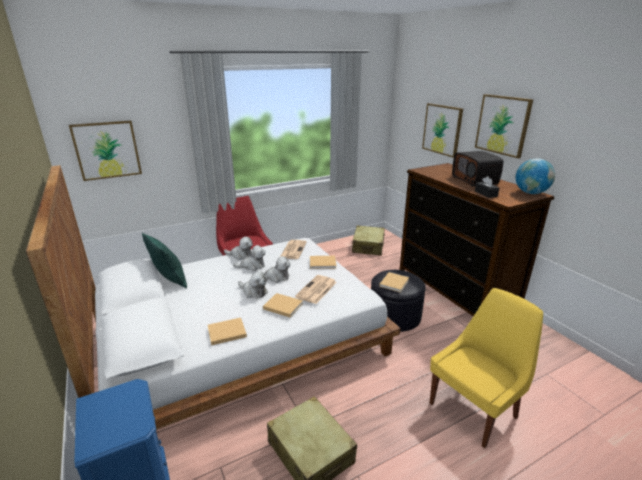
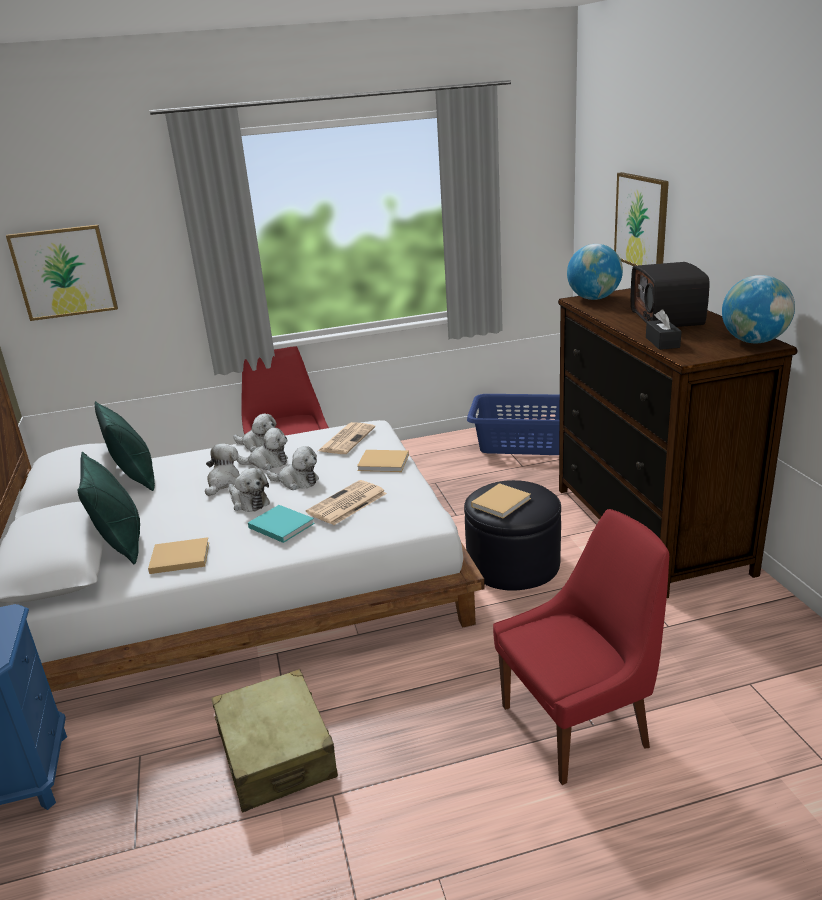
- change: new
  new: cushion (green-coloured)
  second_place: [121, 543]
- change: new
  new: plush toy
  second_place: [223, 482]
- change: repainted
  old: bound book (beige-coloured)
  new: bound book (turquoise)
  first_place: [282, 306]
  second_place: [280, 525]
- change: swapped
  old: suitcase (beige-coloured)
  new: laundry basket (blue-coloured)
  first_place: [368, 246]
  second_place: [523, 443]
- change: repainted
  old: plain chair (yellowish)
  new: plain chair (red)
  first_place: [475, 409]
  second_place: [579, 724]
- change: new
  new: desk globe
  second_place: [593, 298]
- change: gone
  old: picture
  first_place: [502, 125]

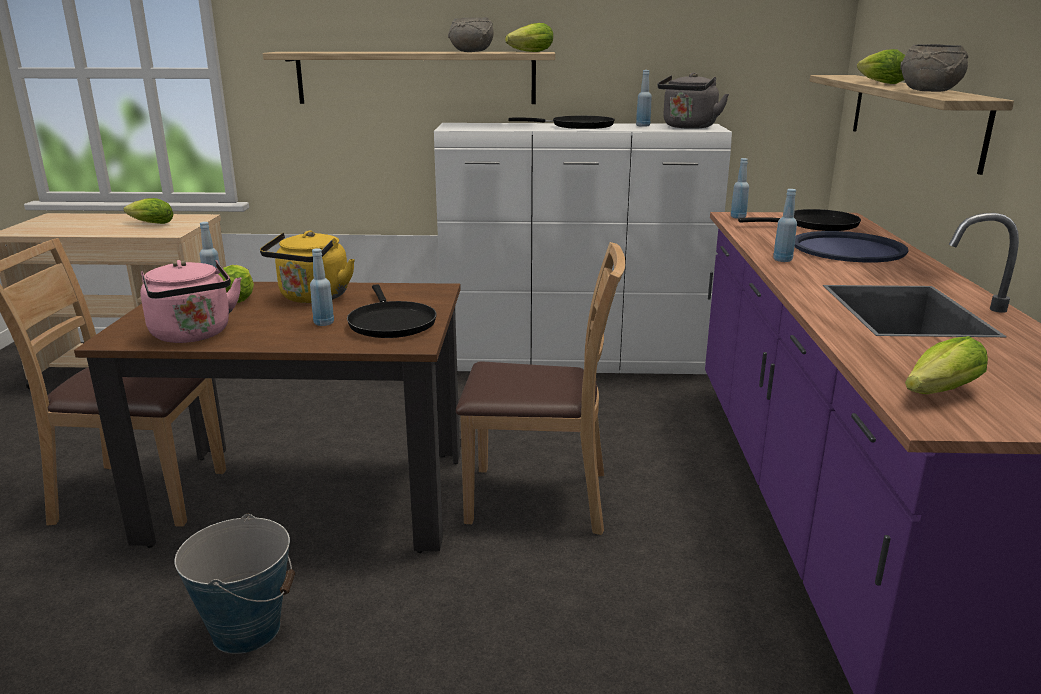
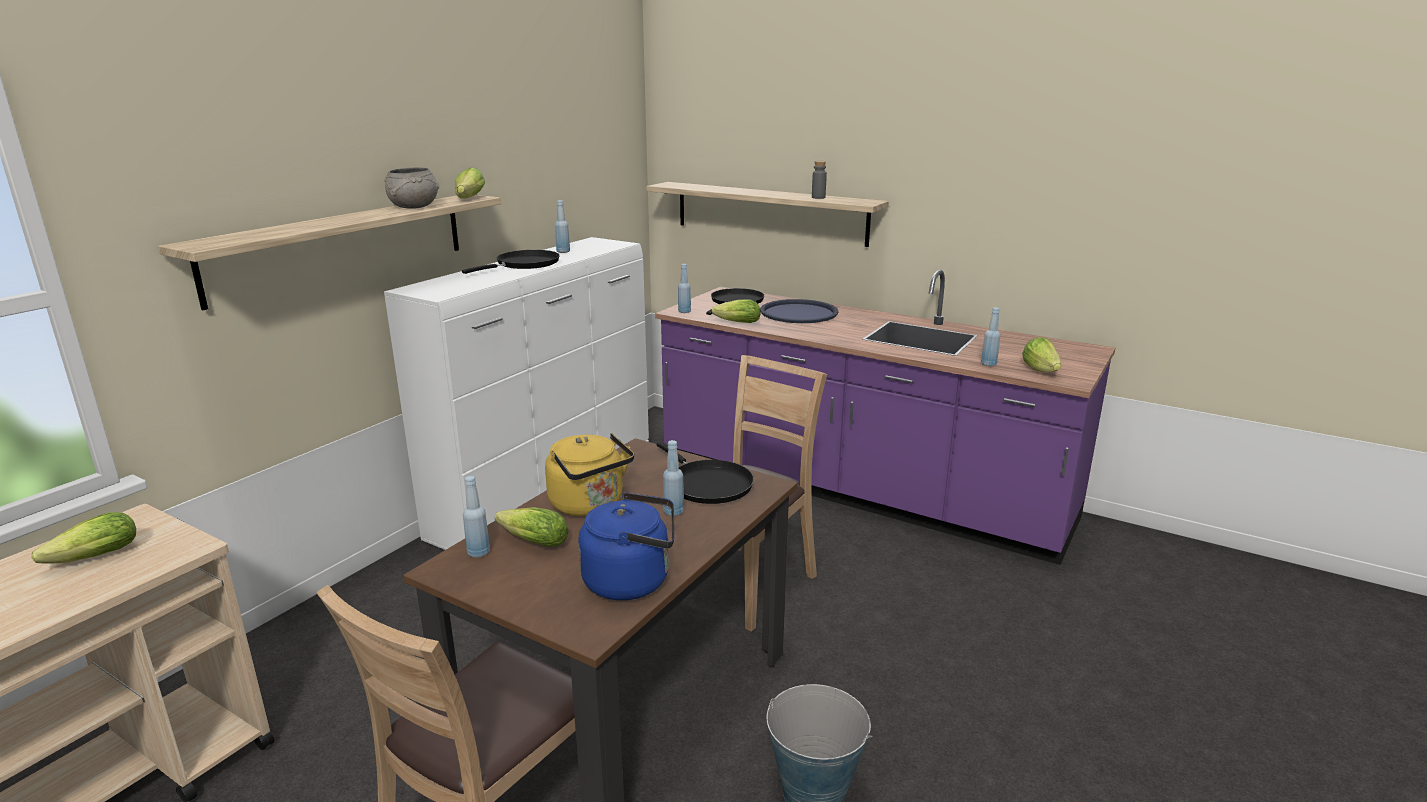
- change: repainted
  old: kettle (pink-coloured)
  new: kettle (blue-coloured)
  first_place: [193, 335]
  second_place: [632, 581]
- change: rotated
  old: skillet (black-coloured)
  first_place: [391, 323]
  second_place: [707, 484]
  degrees: 45
- change: shifted
  old: lettuce head
  first_place: [878, 83]
  second_place: [735, 323]
- change: swapped
  old: deep dish (gray)
  new: bottle (gray)
  first_place: [929, 91]
  second_place: [818, 197]
- change: shifted
  old: bottle (blue-coloured)
  first_place: [782, 260]
  second_place: [988, 364]
- change: gone
  old: kettle (gray)
  first_place: [688, 127]

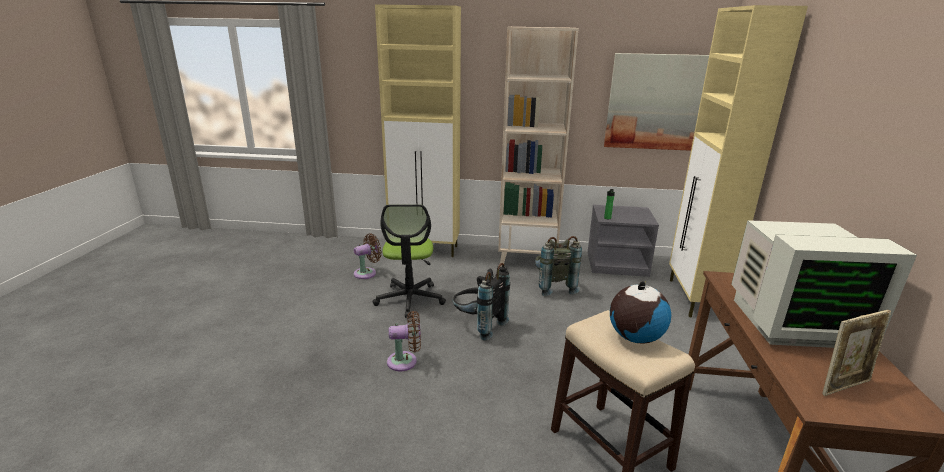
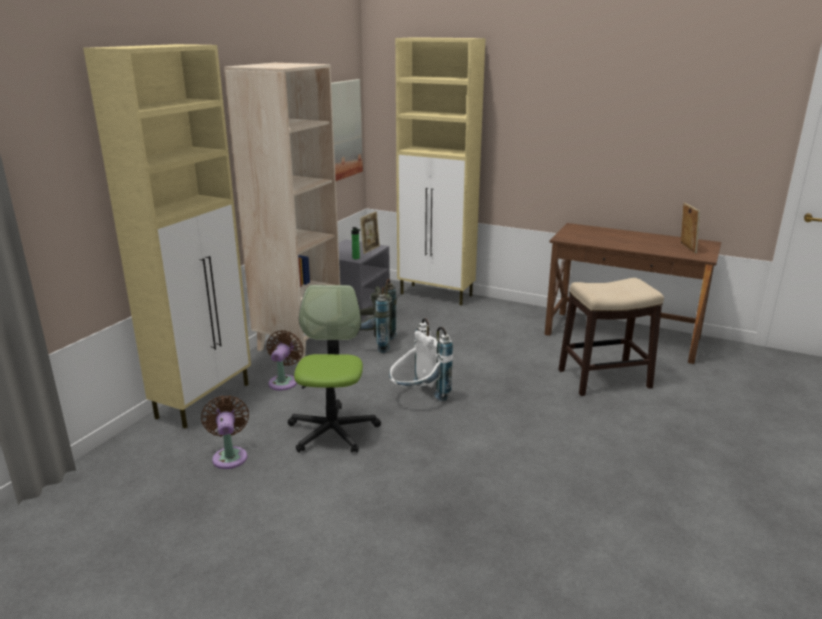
- change: shifted
  old: cooling fan (brown-coloured)
  first_place: [405, 361]
  second_place: [284, 381]
- change: rotated
  old: computer chair
  first_place: [410, 299]
  second_place: [332, 431]
  degrees: -105
- change: new
  new: picture frame
  second_place: [370, 249]
- change: repainted
  old: knapsack (black-coloured)
  new: knapsack (white-coloured)
  first_place: [478, 326]
  second_place: [418, 398]
- change: gone
  old: desk globe
  first_place: [634, 337]
- change: gone
  old: monitor
  first_place: [791, 322]

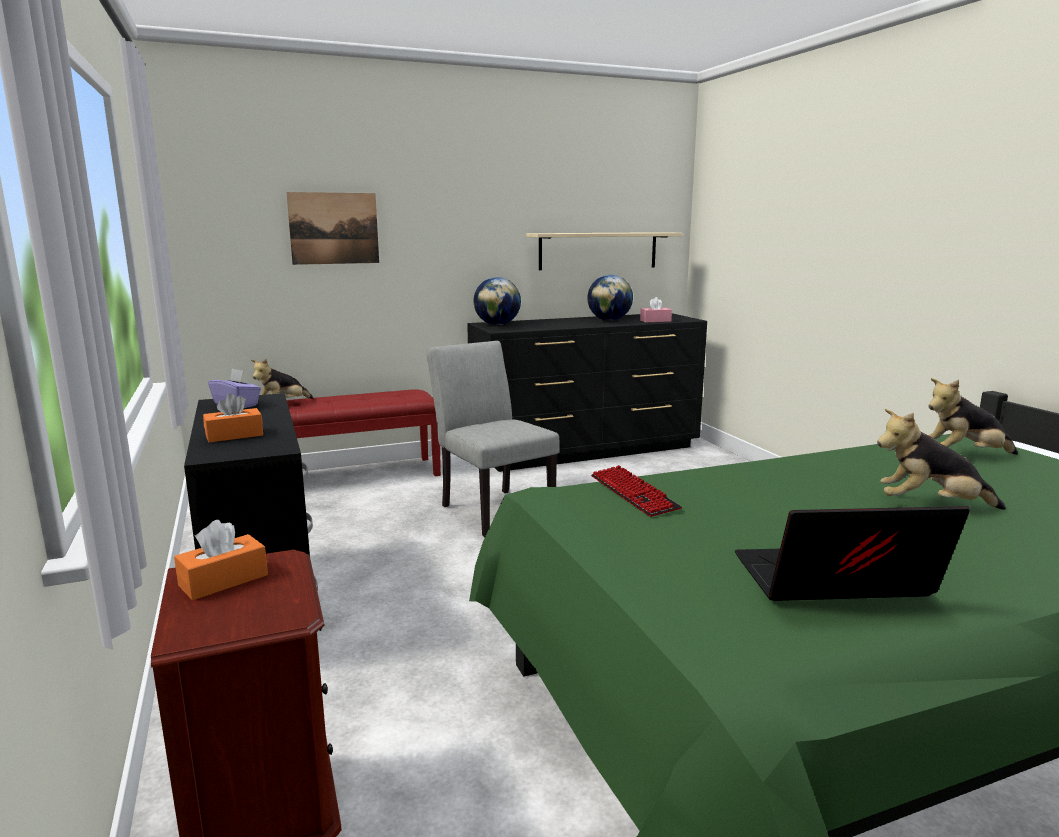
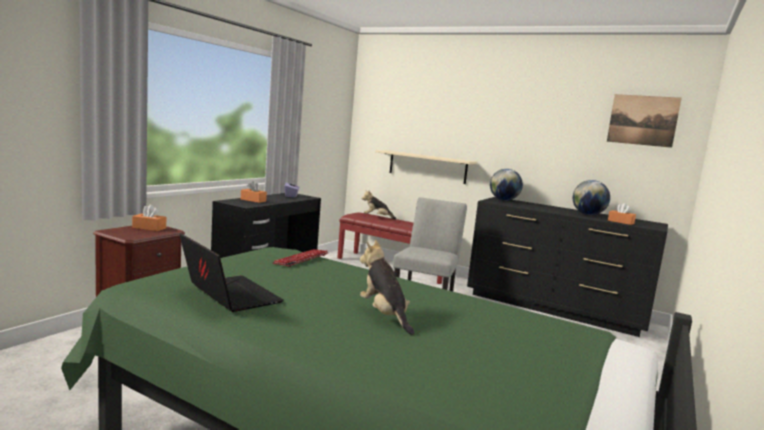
- change: shifted
  old: shelf (beige-coloured)
  first_place: [598, 250]
  second_place: [427, 167]
- change: shifted
  old: picture
  first_place: [334, 228]
  second_place: [642, 120]
- change: repainted
  old: tissue holder (pink-coloured)
  new: tissue holder (orange-coloured)
  first_place: [655, 321]
  second_place: [620, 222]
- change: gone
  old: plush toy
  first_place: [964, 456]

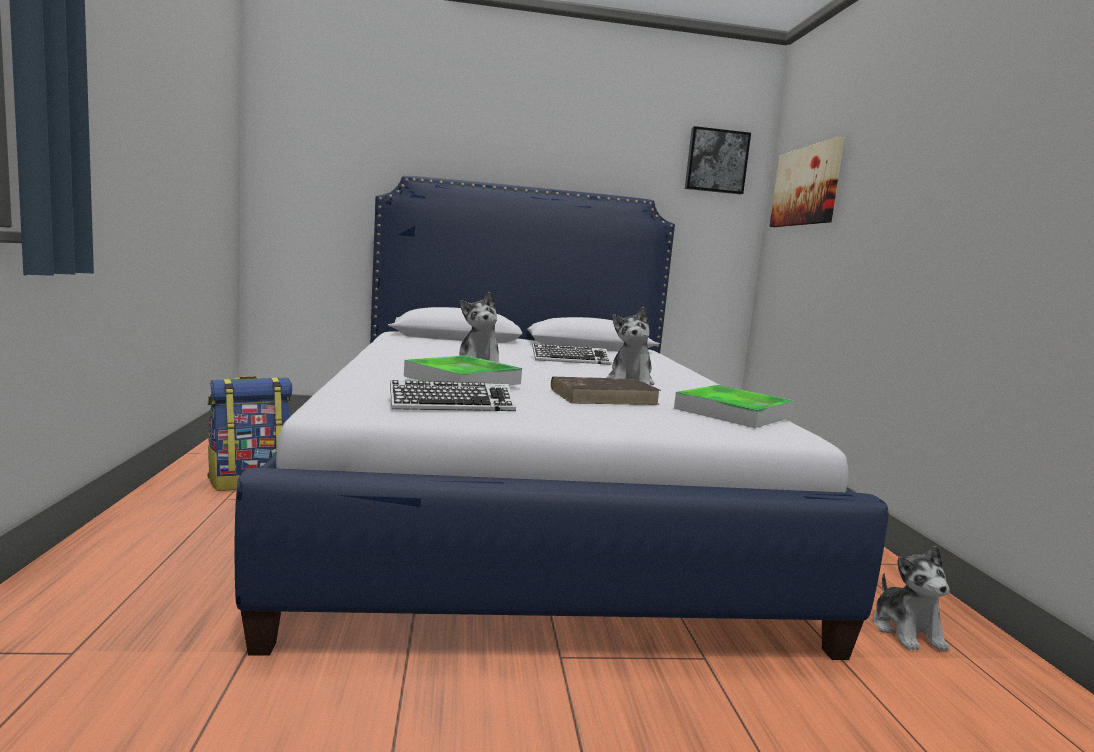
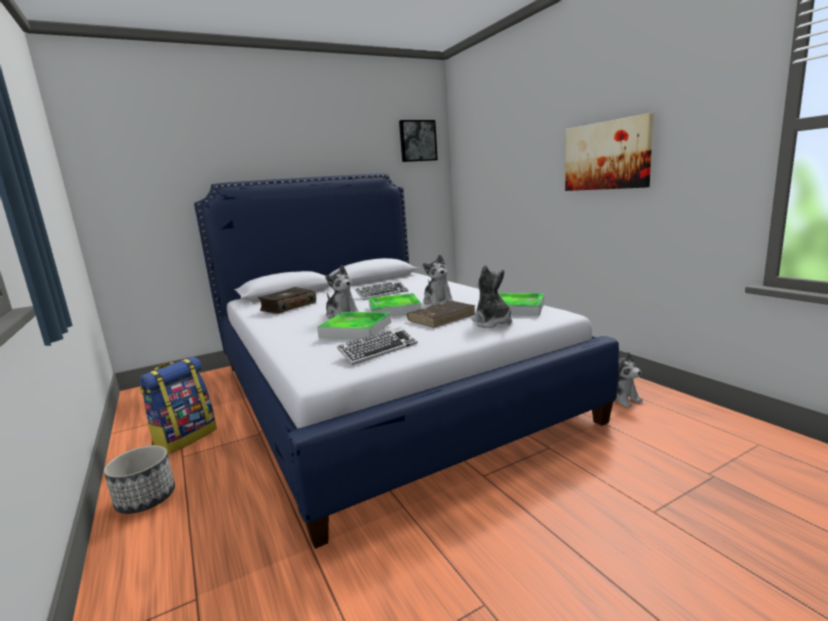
- change: new
  new: plant pot
  second_place: [145, 499]
- change: new
  new: bound book
  second_place: [287, 307]
- change: new
  new: tray
  second_place: [394, 309]
- change: new
  new: plush toy
  second_place: [492, 323]
- change: shifted
  old: picture
  first_place: [806, 186]
  second_place: [606, 156]

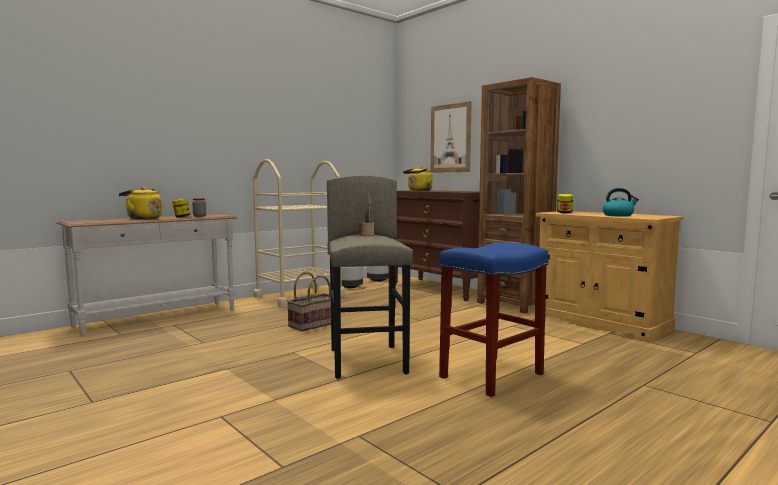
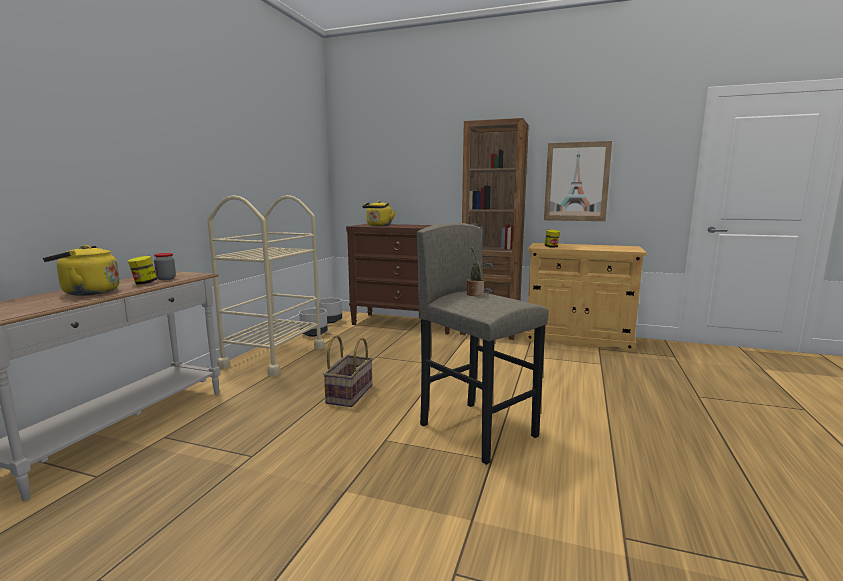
- change: shifted
  old: picture
  first_place: [450, 138]
  second_place: [576, 182]
- change: gone
  old: stool seat (blue-coloured)
  first_place: [492, 375]
- change: gone
  old: kettle
  first_place: [618, 215]

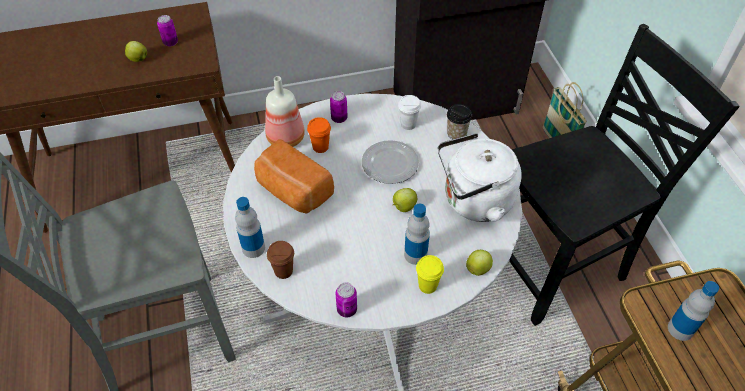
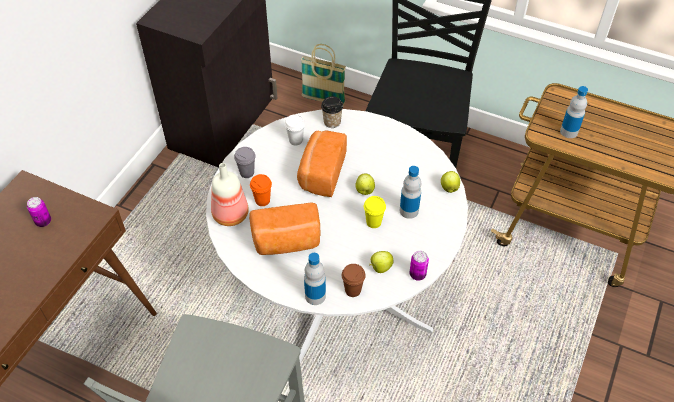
- change: swapped
  old: can
  new: cup (gray)
  first_place: [339, 118]
  second_place: [247, 173]
- change: swapped
  old: flat dish
  new: bakery bread
  first_place: [390, 164]
  second_place: [321, 173]
- change: shifted
  old: cup (yellowish)
  first_place: [427, 285]
  second_place: [373, 222]
- change: shifted
  old: whole apple
  first_place: [138, 59]
  second_place: [380, 268]
- change: gone
  old: kettle (white-coloured)
  first_place: [474, 201]

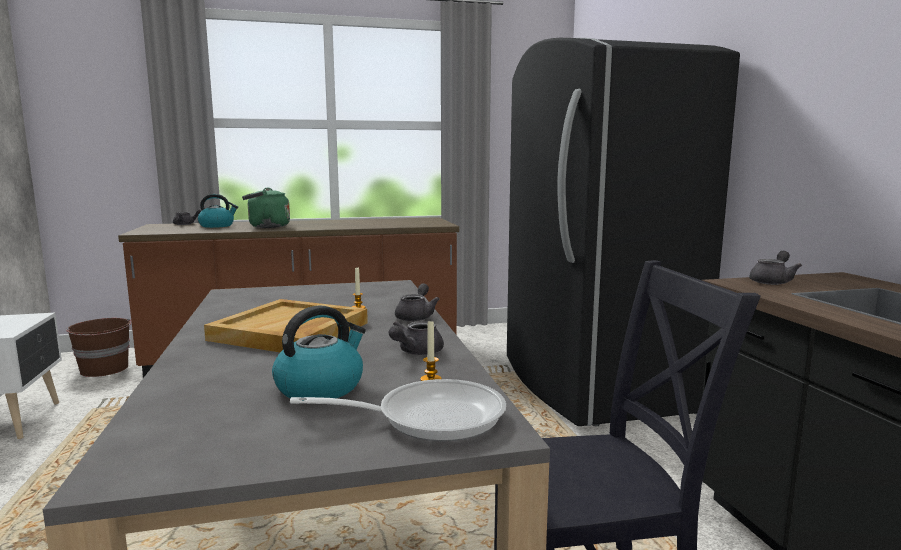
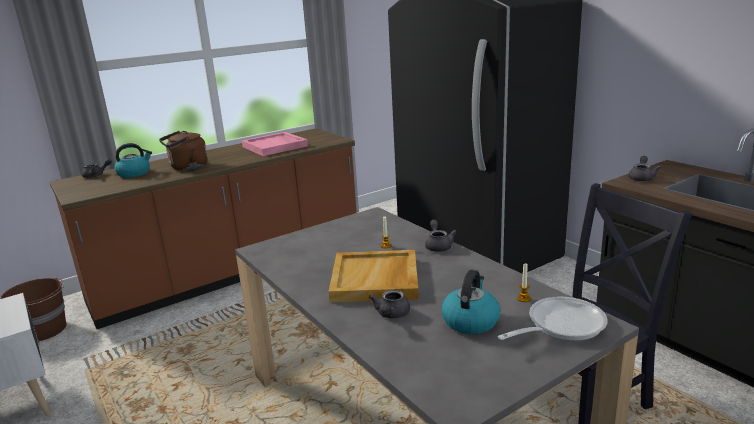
- change: repainted
  old: kettle (green-coloured)
  new: kettle (brown-coloured)
  first_place: [266, 227]
  second_place: [186, 167]
- change: new
  new: tray (pink-coloured)
  second_place: [275, 146]
- change: shifted
  old: tea pot (gray)
  first_place: [415, 352]
  second_place: [391, 315]

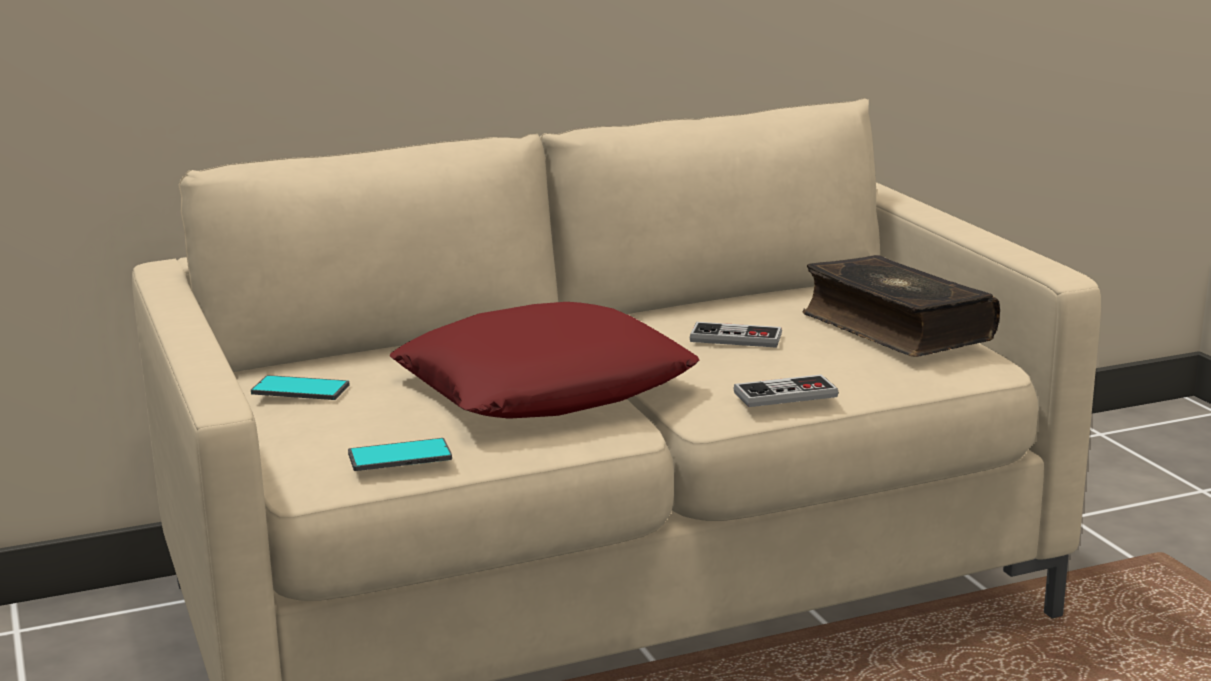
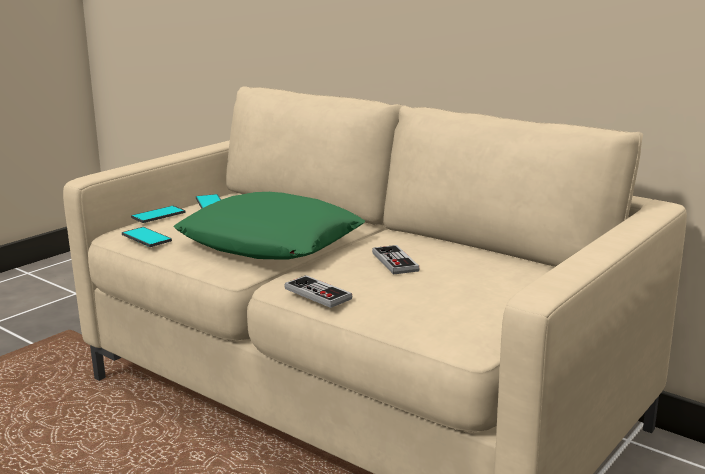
- change: new
  new: handset
  second_place: [158, 215]
- change: repainted
  old: cushion (red)
  new: cushion (green-coloured)
  first_place: [545, 386]
  second_place: [271, 242]
- change: gone
  old: bound book
  first_place: [894, 328]

